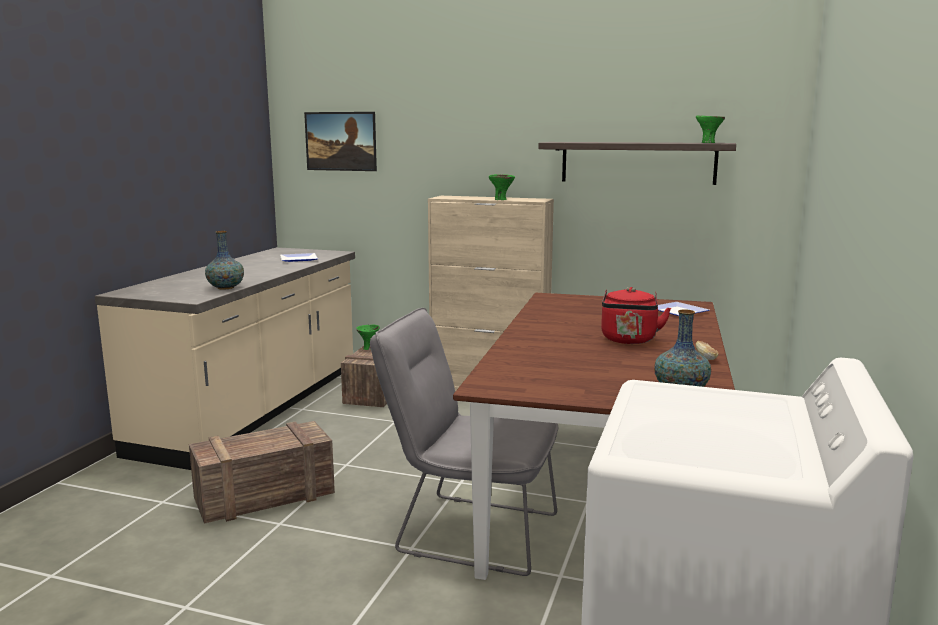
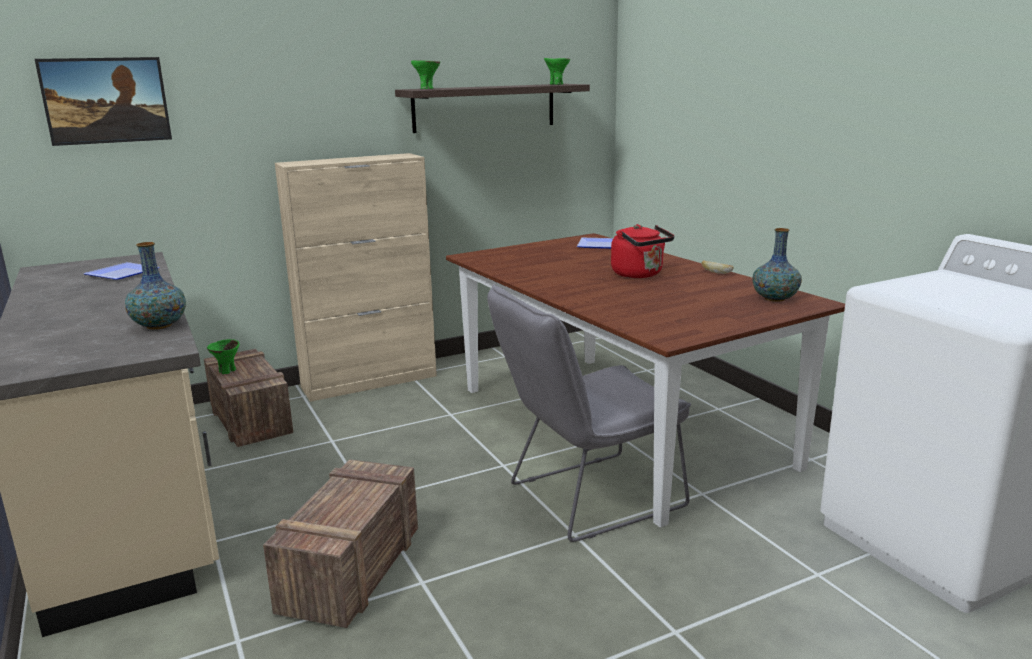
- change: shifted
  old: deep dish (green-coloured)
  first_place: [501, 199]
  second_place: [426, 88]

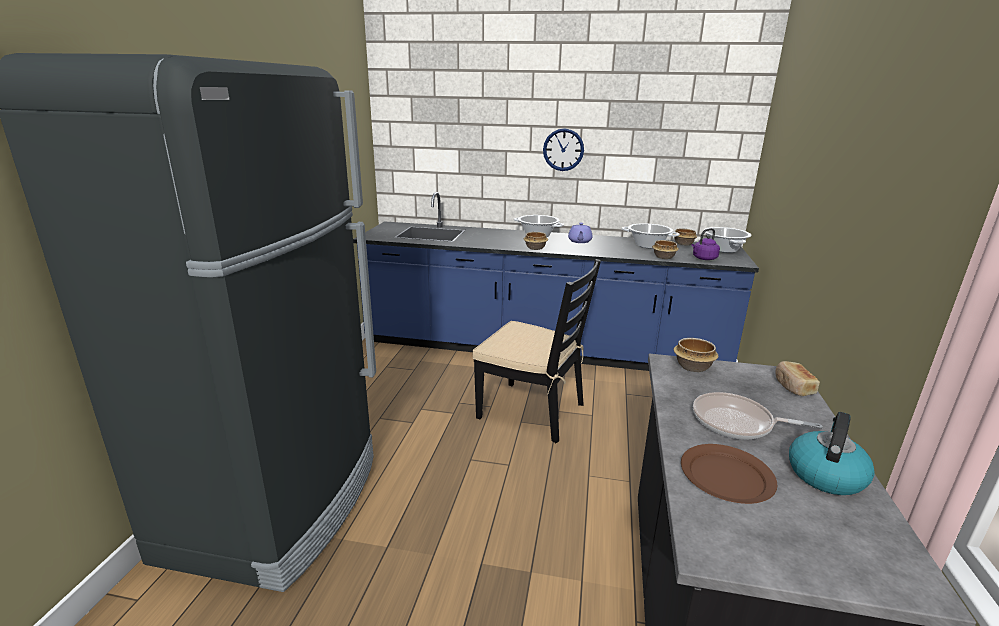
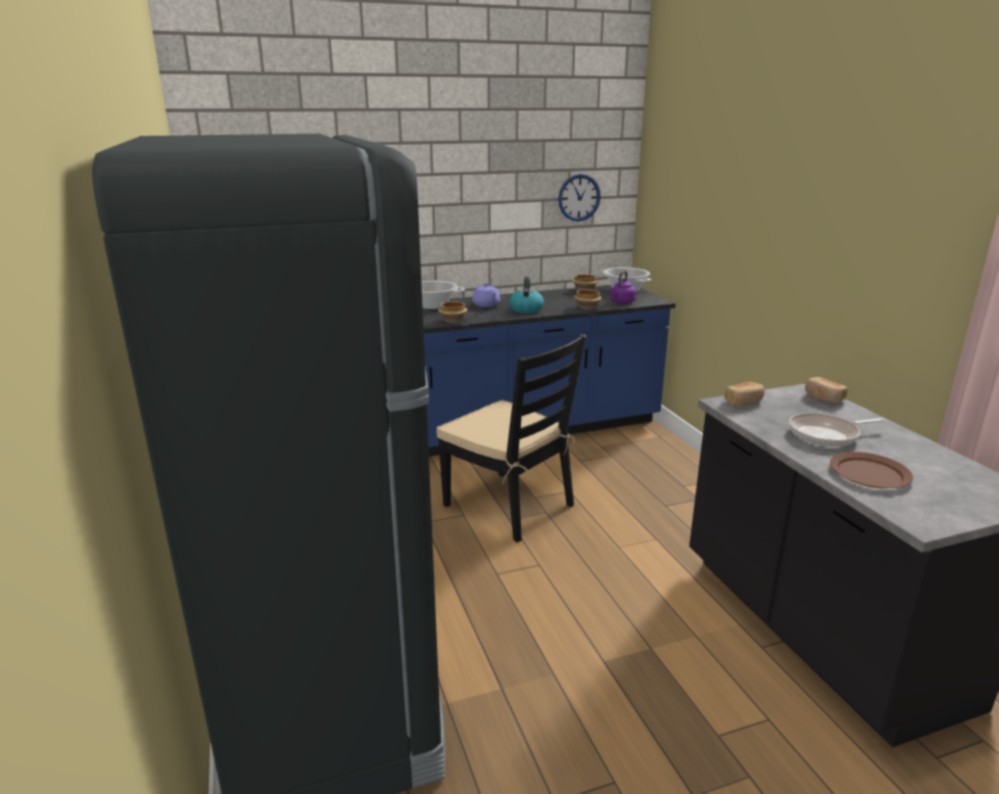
- change: rotated
  old: plain chair (black-coloured)
  first_place: [532, 411]
  second_place: [510, 505]
  degrees: 45
- change: shifted
  old: kettle
  first_place: [825, 474]
  second_place: [526, 309]
- change: shifted
  old: hanging clock
  first_place: [563, 150]
  second_place: [579, 197]
- change: swapped
  old: deep dish
  new: bakery bread
  first_place: [692, 367]
  second_place: [744, 401]
- change: gone
  old: stockpot
  first_place: [648, 245]

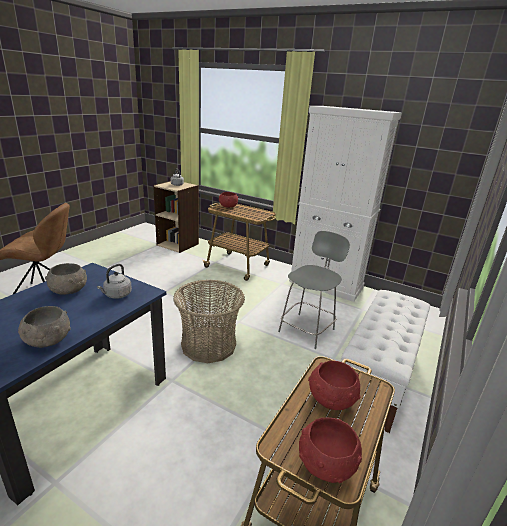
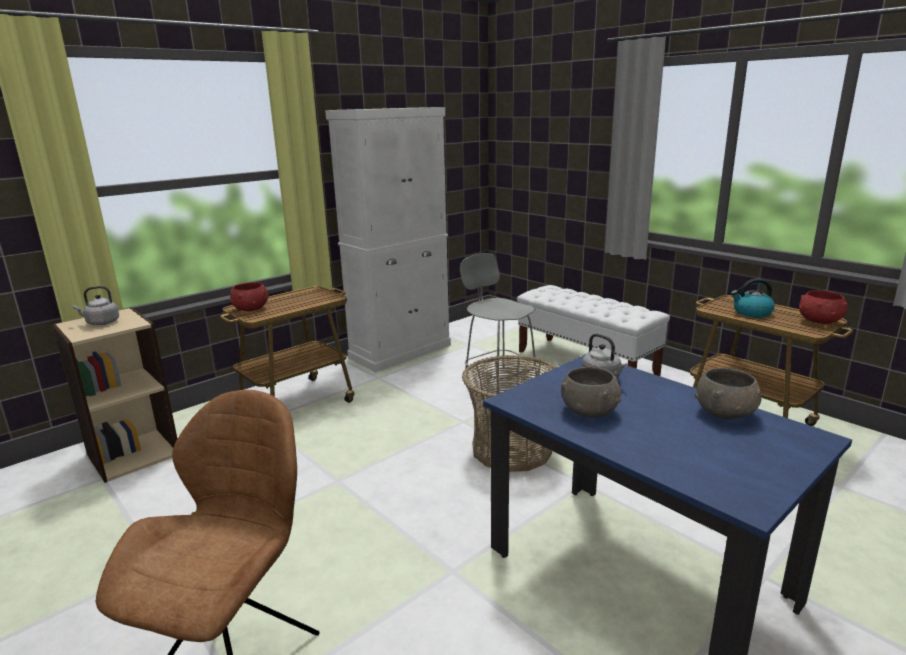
- change: swapped
  old: deep dish (red)
  new: kettle
  first_place: [331, 399]
  second_place: [751, 313]

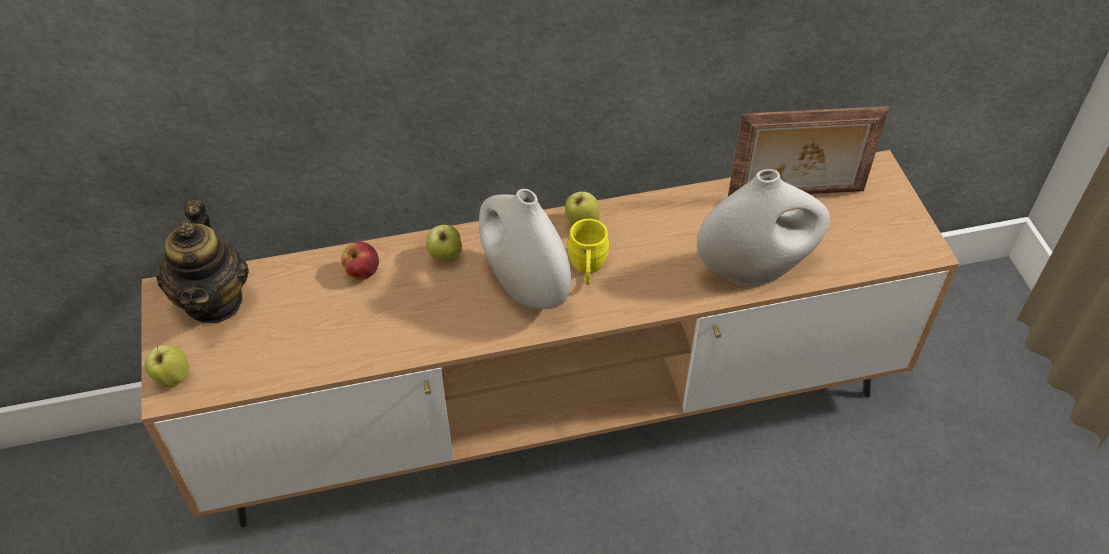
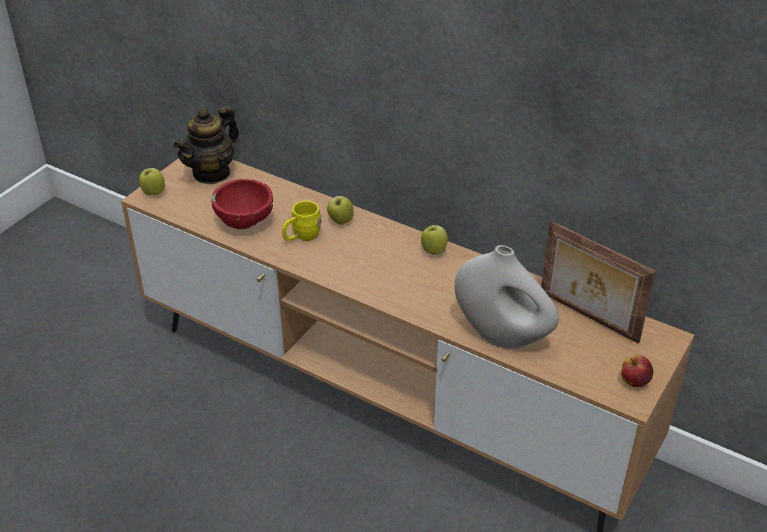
- change: new
  new: deep dish (red)
  second_place: [245, 221]
- change: shifted
  old: tea mug (yellowish)
  first_place: [587, 269]
  second_place: [301, 237]
- change: shifted
  old: whole apple
  first_place: [362, 272]
  second_place: [634, 382]
- change: gone
  old: decorative vase (white-coloured)
  first_place: [524, 286]

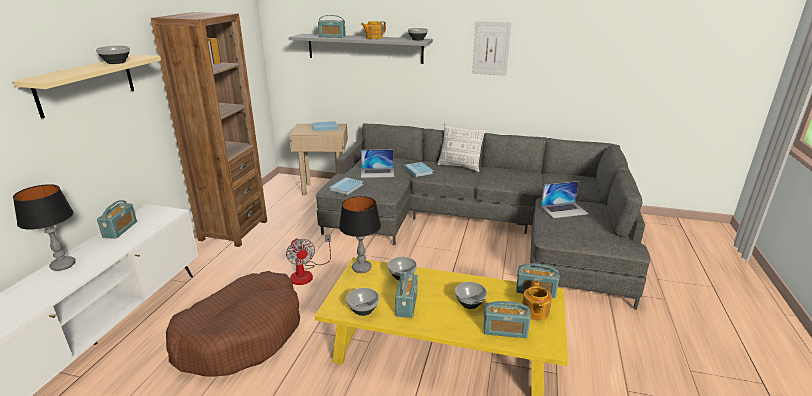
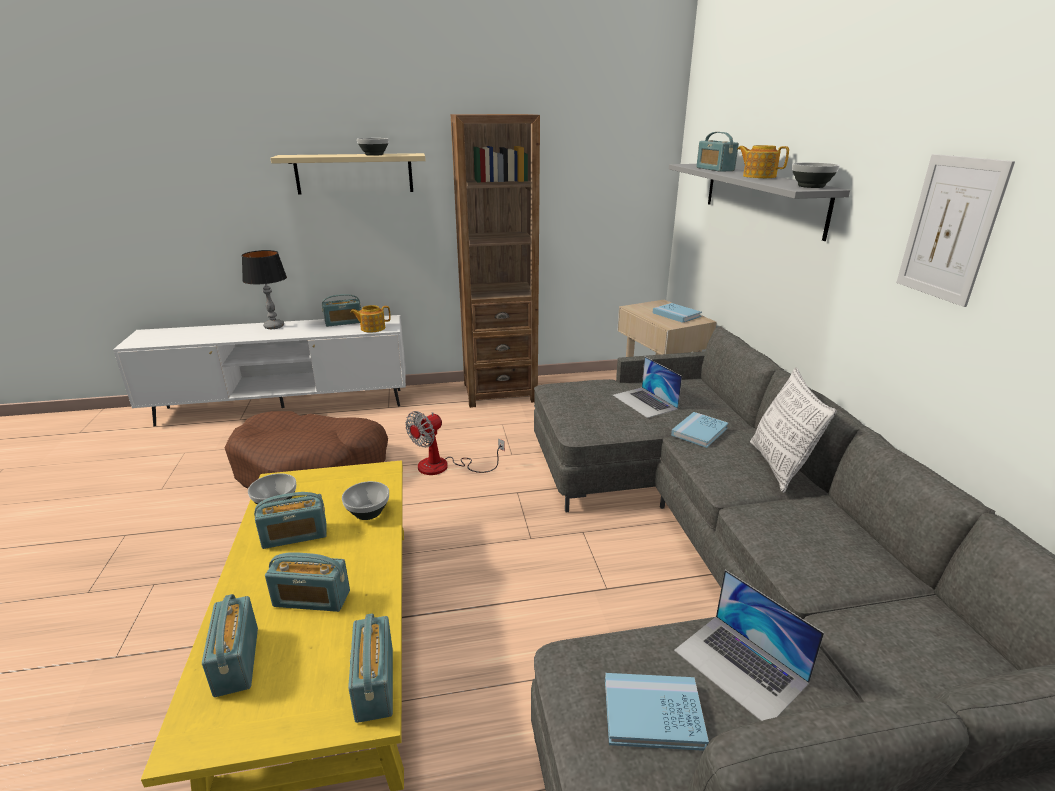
- change: swapped
  old: deep dish
  new: radio receiver
  first_place: [469, 303]
  second_place: [311, 599]
- change: shifted
  old: tea pot
  first_place: [534, 312]
  second_place: [372, 328]
- change: shifted
  old: bound book (blue-coloured)
  first_place: [346, 187]
  second_place: [653, 714]
- change: gone
  old: tabletop lamp
  first_place: [361, 268]

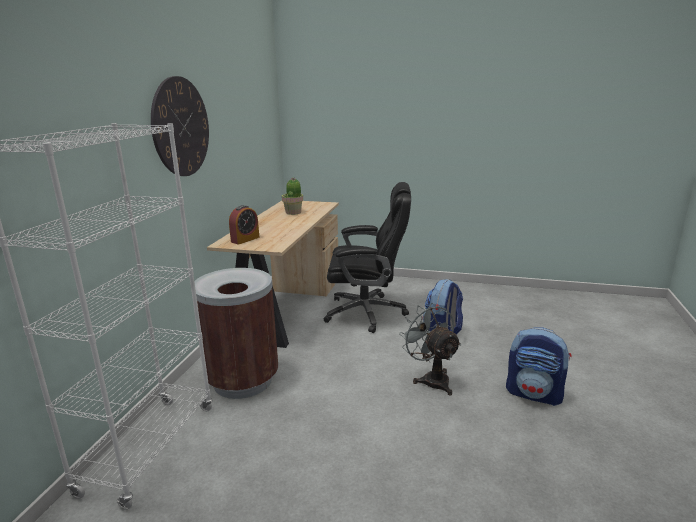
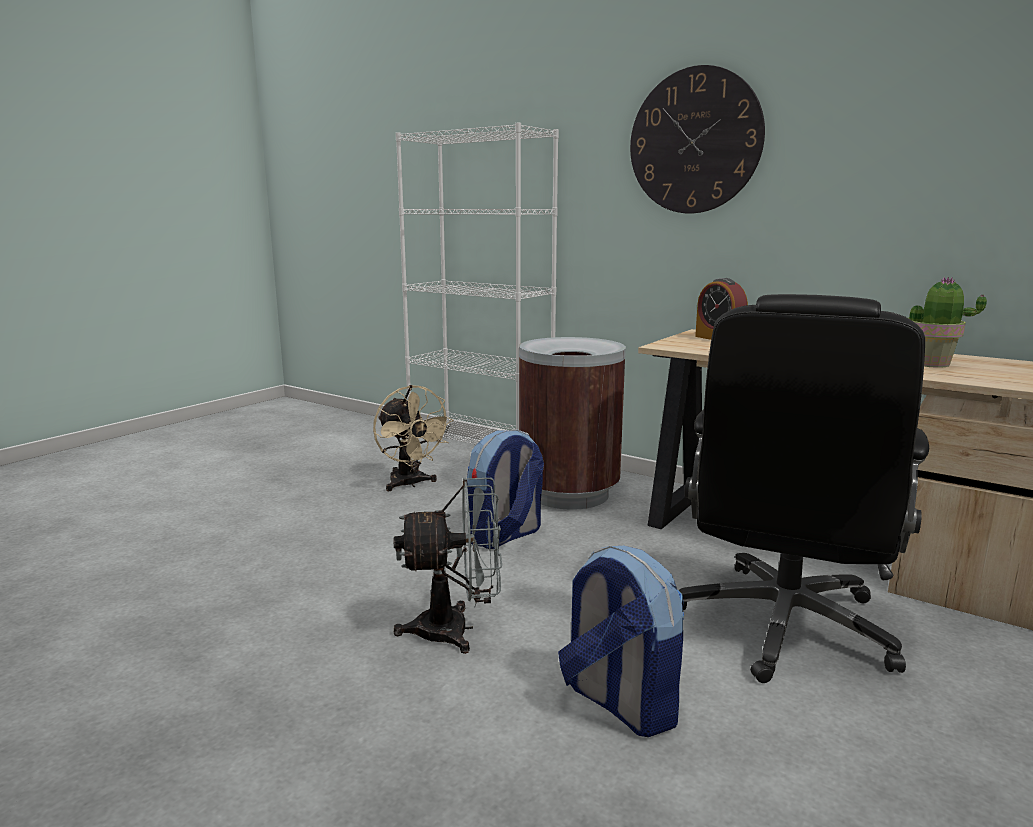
- change: new
  new: cooling fan (beige-coloured)
  second_place: [410, 484]
- change: shifted
  old: knapsack
  first_place: [534, 394]
  second_place: [505, 536]

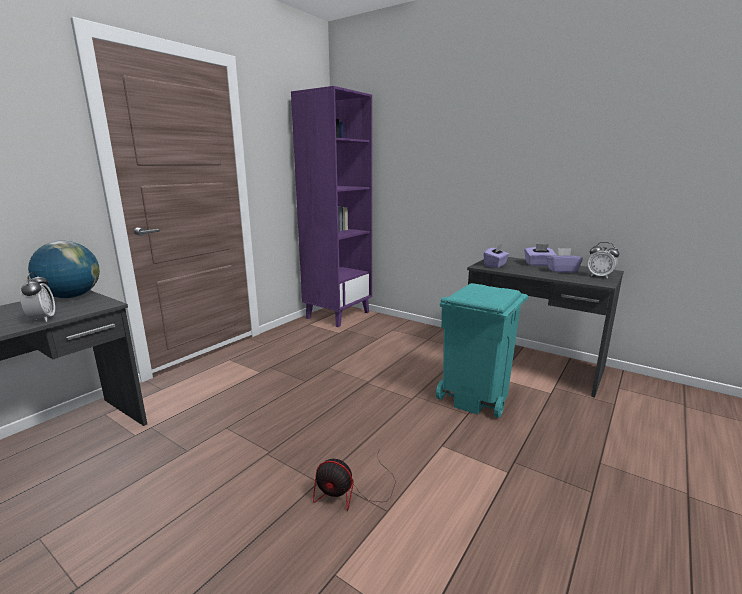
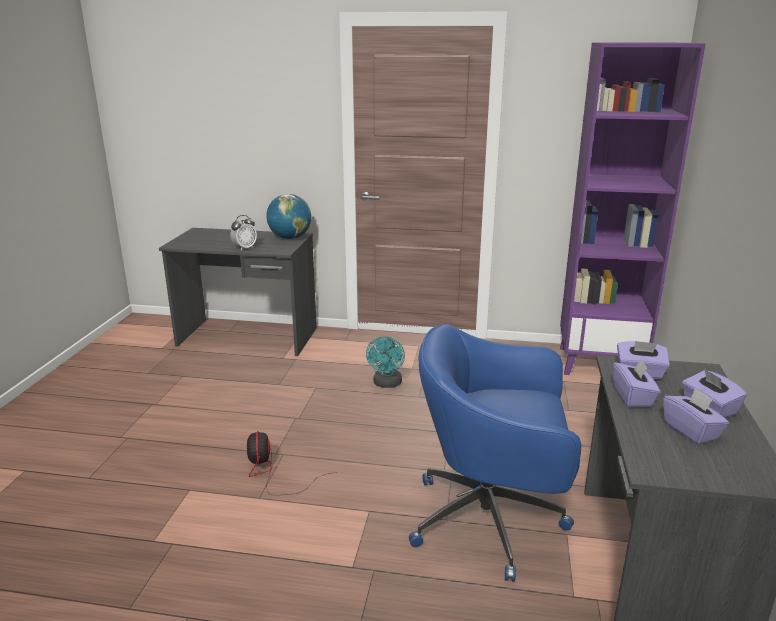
- change: new
  new: cooling fan (turquoise)
  second_place: [387, 384]
- change: swapped
  old: rubbish bin (turquoise)
  new: computer chair (blue-coloured)
  first_place: [475, 397]
  second_place: [491, 520]
- change: new
  new: tissue holder (purplish)
  second_place: [633, 397]
- change: gone
  old: alarm clock
  first_place: [600, 276]

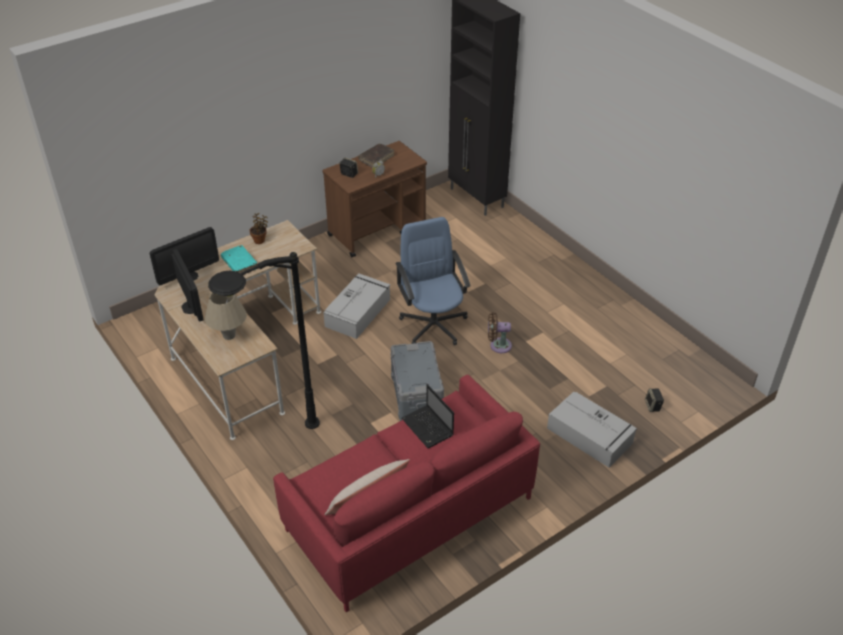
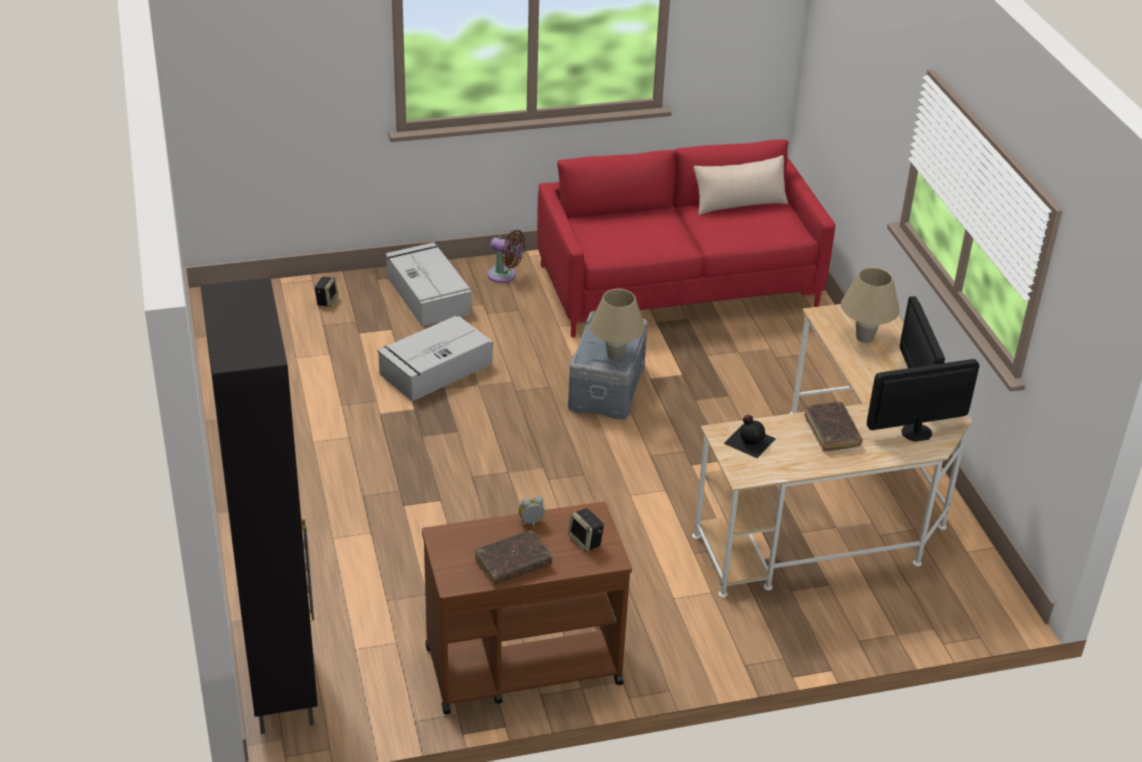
- change: shifted
  old: storage box (gray)
  first_place: [358, 312]
  second_place: [434, 369]
- change: shifted
  old: cooling fan (brown-coloured)
  first_place: [498, 345]
  second_place: [505, 275]
- change: new
  new: tabletop lamp (beige-coloured)
  second_place: [615, 355]
- change: new
  new: bottle (black-coloured)
  second_place: [749, 440]
- change: repainted
  old: bound book (turquoise)
  new: bound book (brown-coloured)
  first_place: [239, 264]
  second_place: [832, 432]
- change: gone
  old: floor lamp (black-coloured)
  first_place: [273, 447]
- change: gone
  old: houseplant
  first_place: [260, 240]
- change: gone
  old: computer chair (blue-coloured)
  first_place: [433, 324]
- change: gone
  old: portable computer
  first_place: [428, 428]

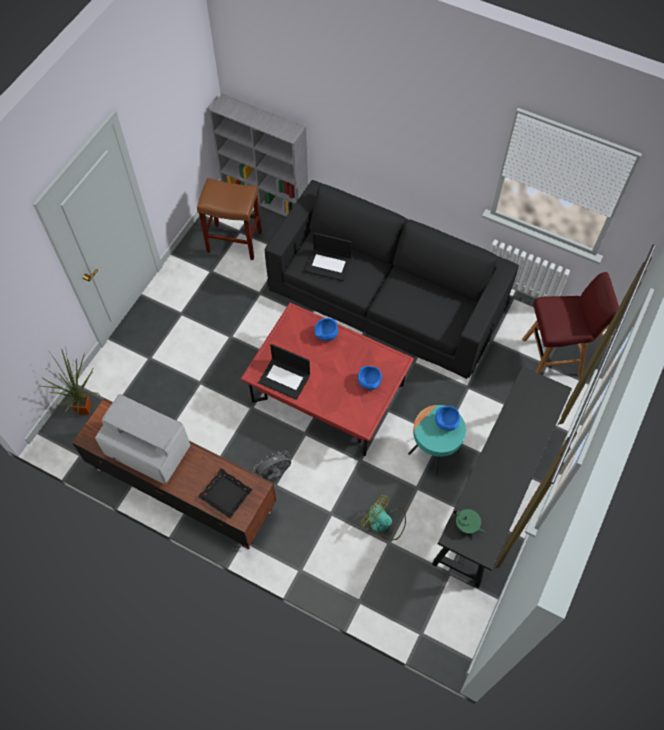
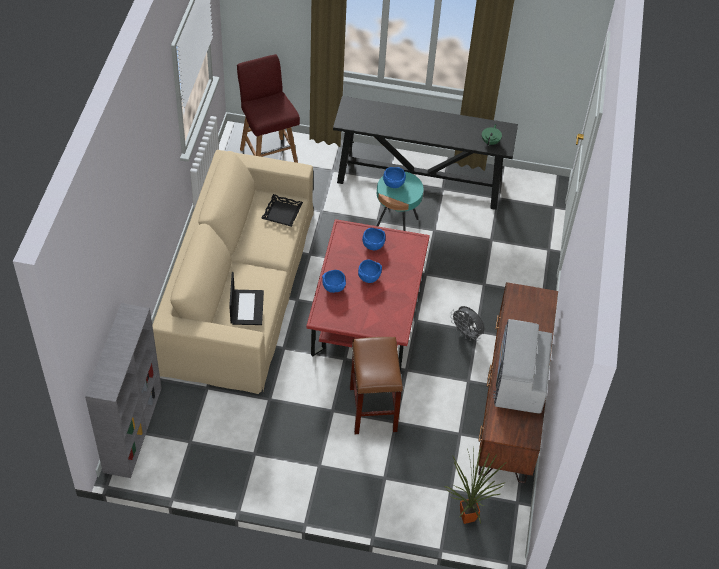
- change: repainted
  old: couch (black-coloured)
  new: couch (beige-coloured)
  first_place: [387, 295]
  second_place: [238, 288]
- change: shifted
  old: tray (black-coloured)
  first_place: [226, 494]
  second_place: [282, 213]
- change: shifted
  old: stool seat (brown-coloured)
  first_place: [233, 242]
  second_place: [373, 410]
- change: new
  new: deep dish (blue-coloured)
  second_place: [369, 277]
- change: gone
  old: portable computer
  first_place: [285, 378]
- change: gone
  old: cooling fan
  first_place: [384, 523]

